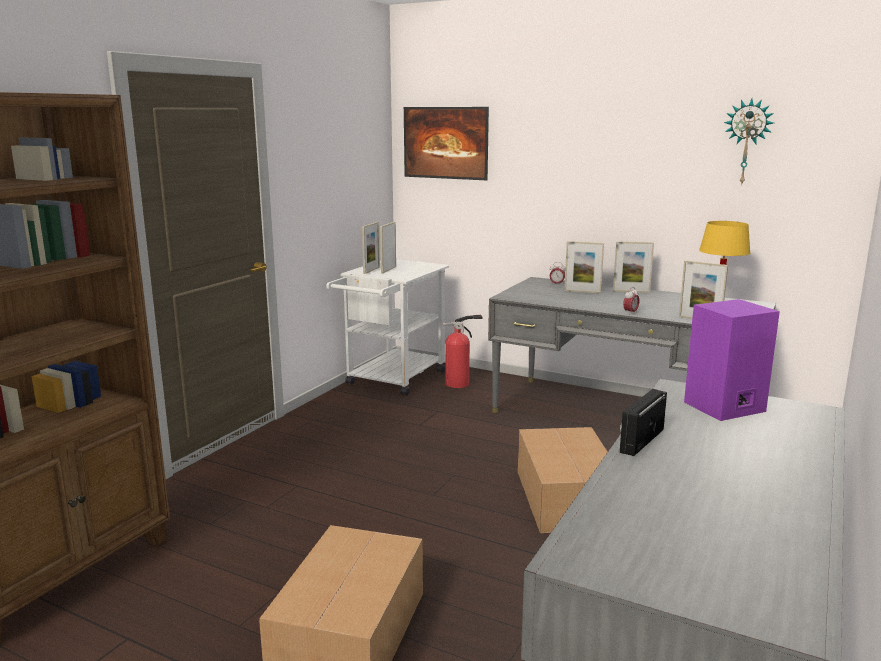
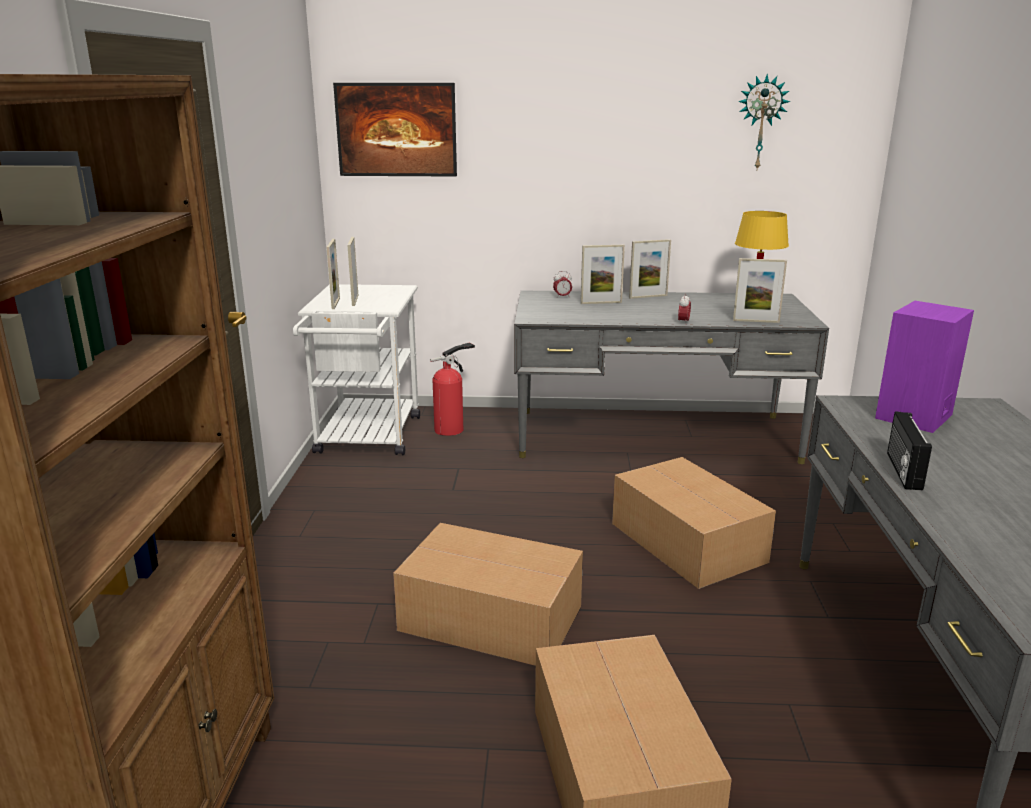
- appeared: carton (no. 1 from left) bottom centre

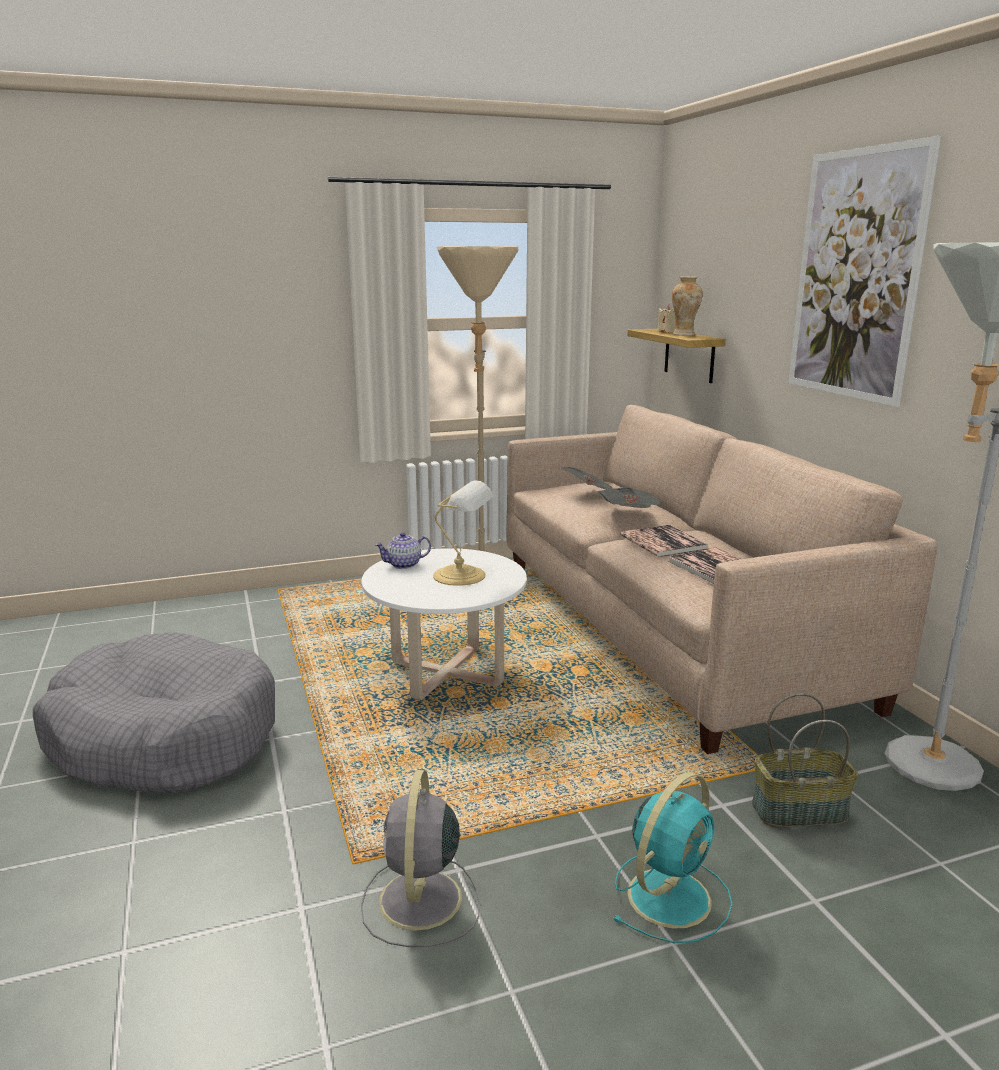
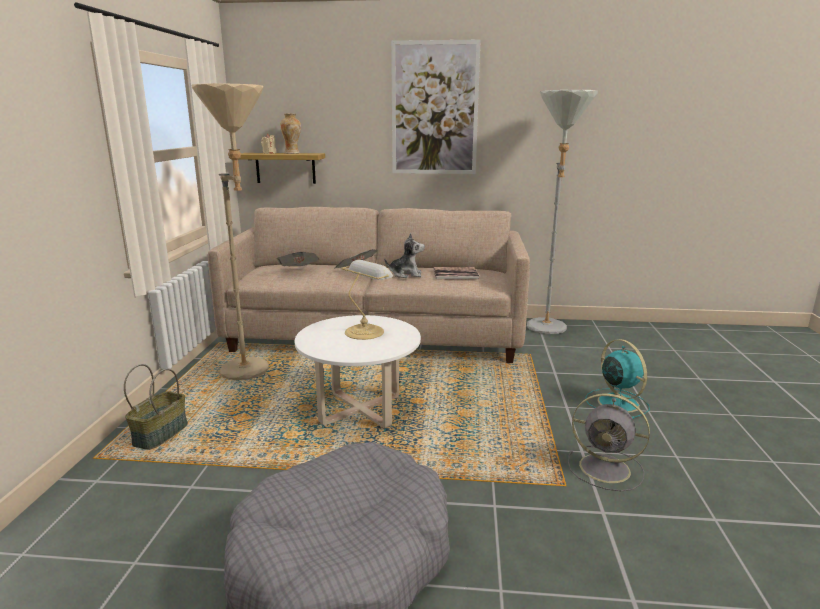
- exchanged: book (no. 1 from left) centre to plush toy centre
- missing: pot for tea centre
- relocated: basket bottom right to bottom left

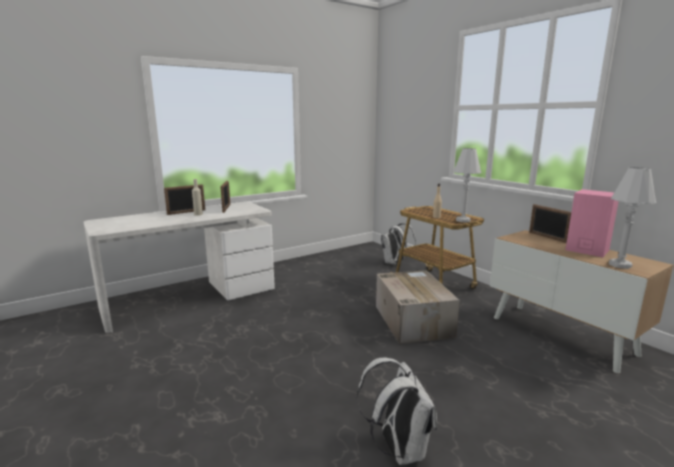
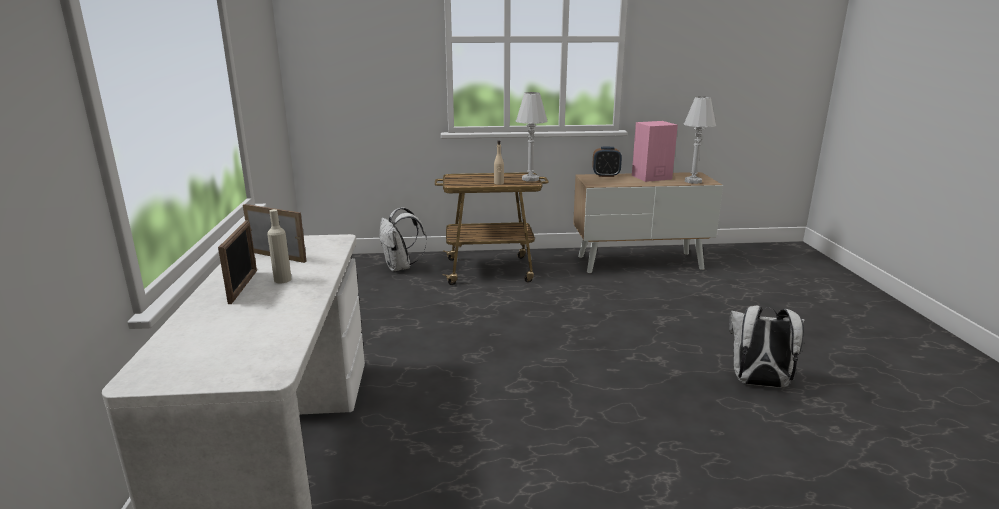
- exchanged: photo frame (no. 3 from left) middle right to bedside clock top centre
- missing: carton centre

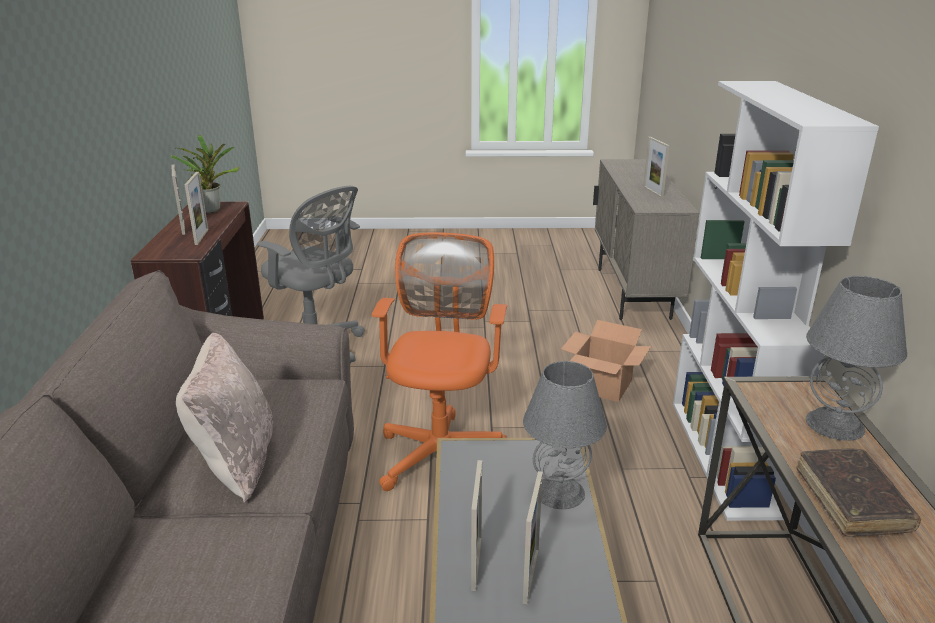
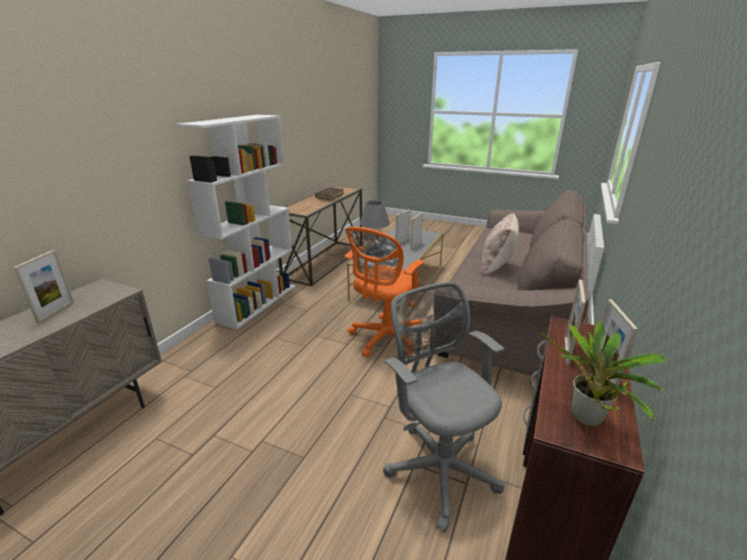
- missing: grey lamp for a table (no. 2 from left) middle right
- missing: carton centre

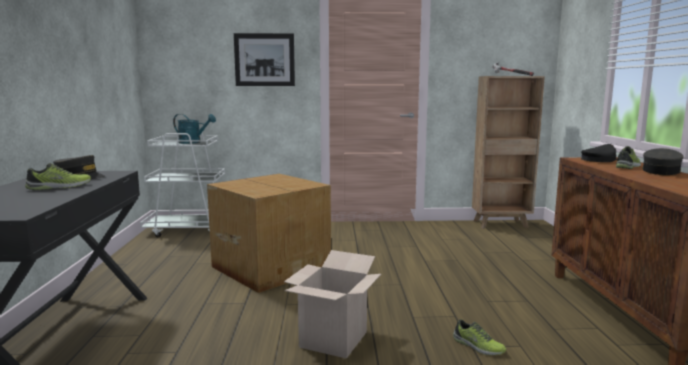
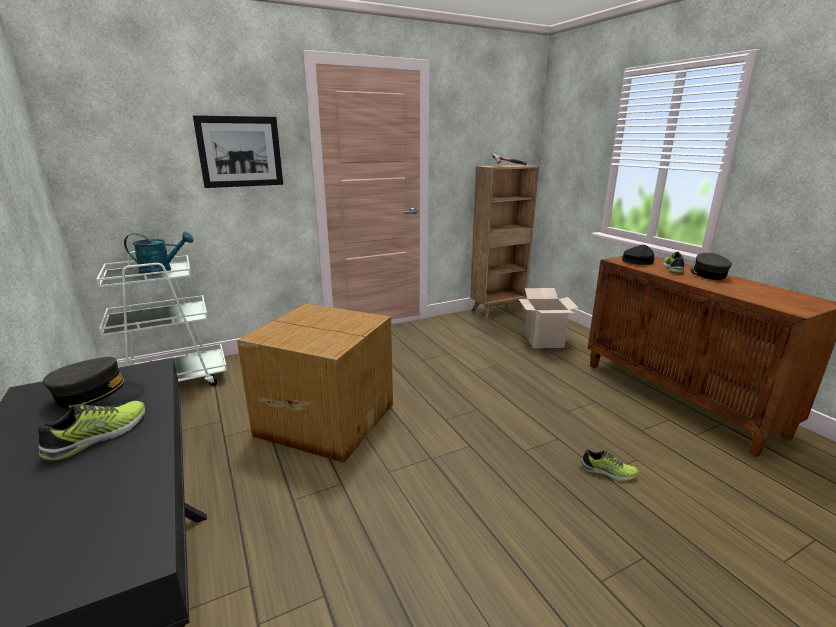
- relocated: carton (no. 2 from left) bottom centre to centre

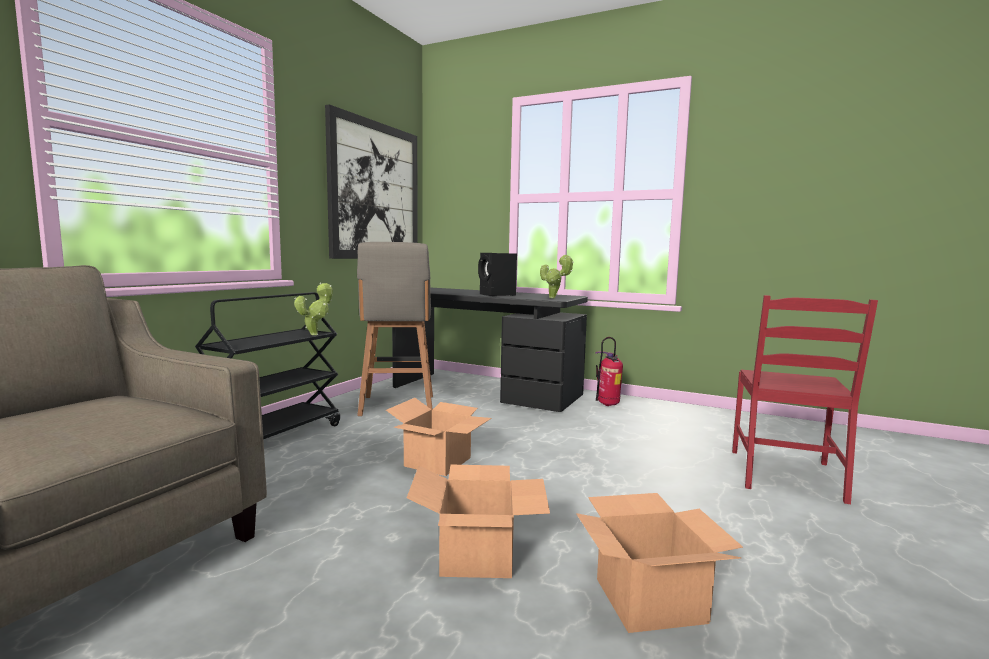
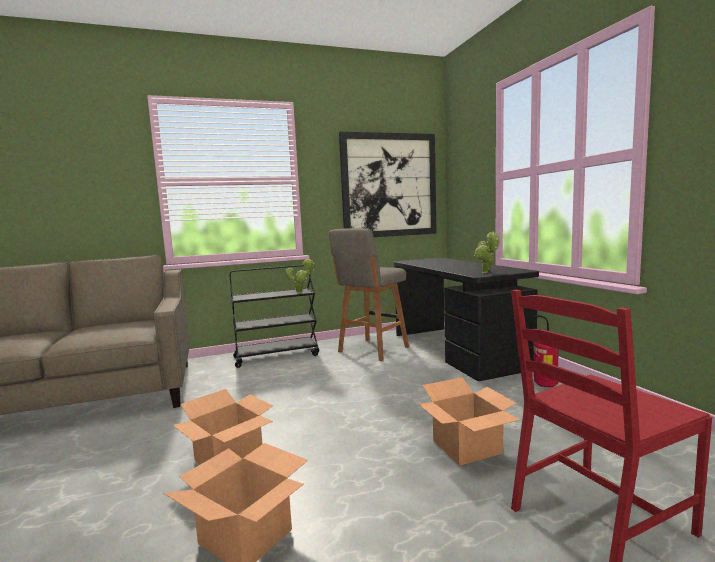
- missing: blackish audio speaker centre
- relocated: carton (no. 1 from left in the first image) centre to carton (no. 3 from left) bottom centre

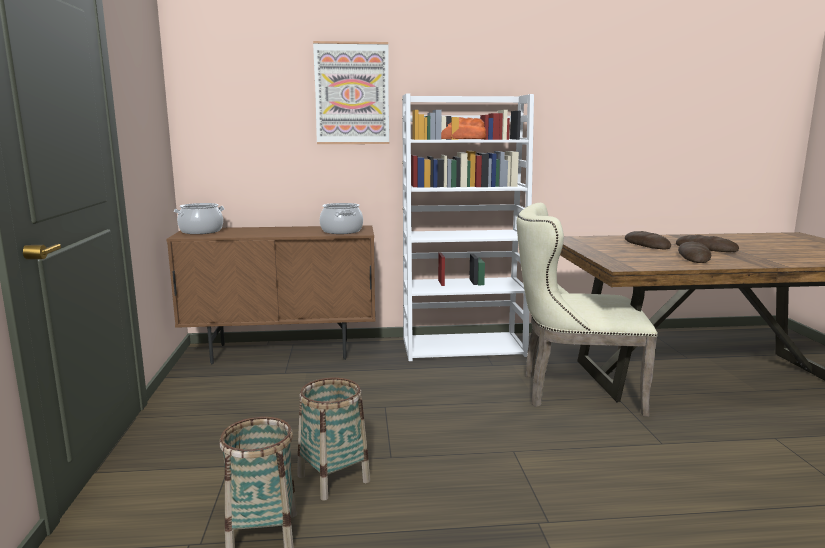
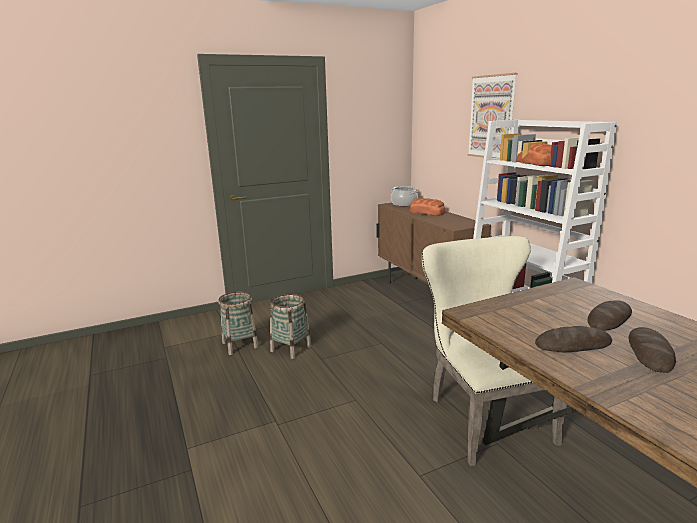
- missing: saucepot (no. 2 from left) centre
- appeared: baked bread (no. 1 from left) centre

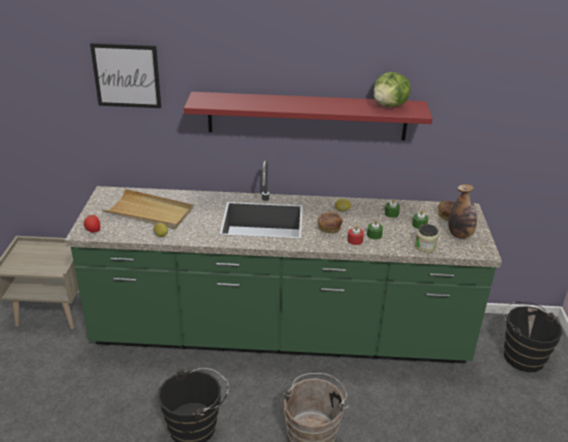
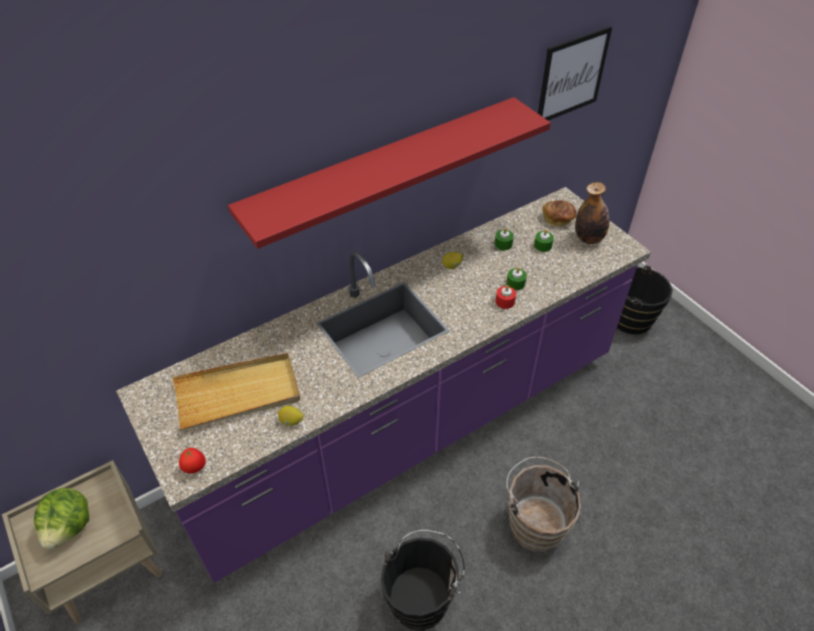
- relocated: picture top left to top right
- relocated: lettuce head top right to bottom left
- colour: green-coloured counter centre to purple counter centre
- missing: baked bread (no. 1 from left) centre
- missing: preserve jar middle right

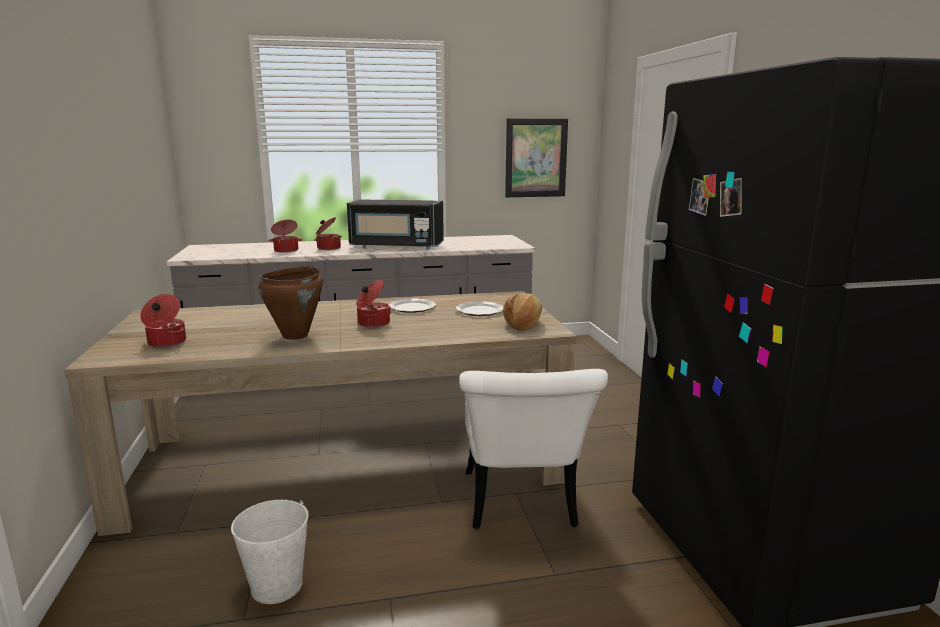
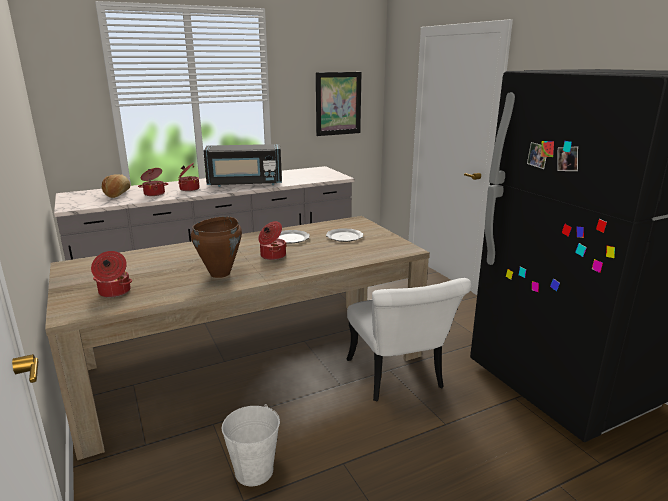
- relocated: baked bread centre to middle left

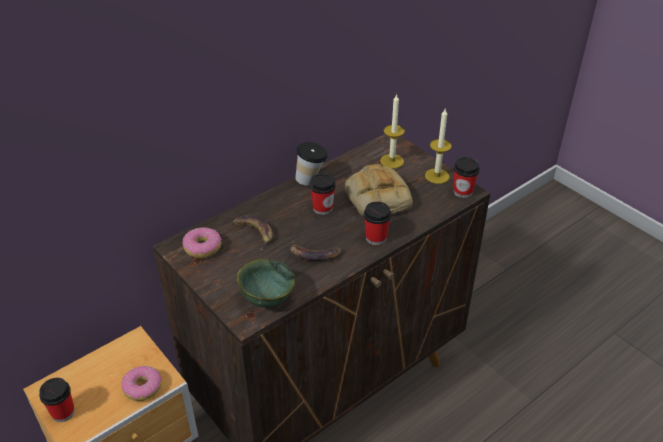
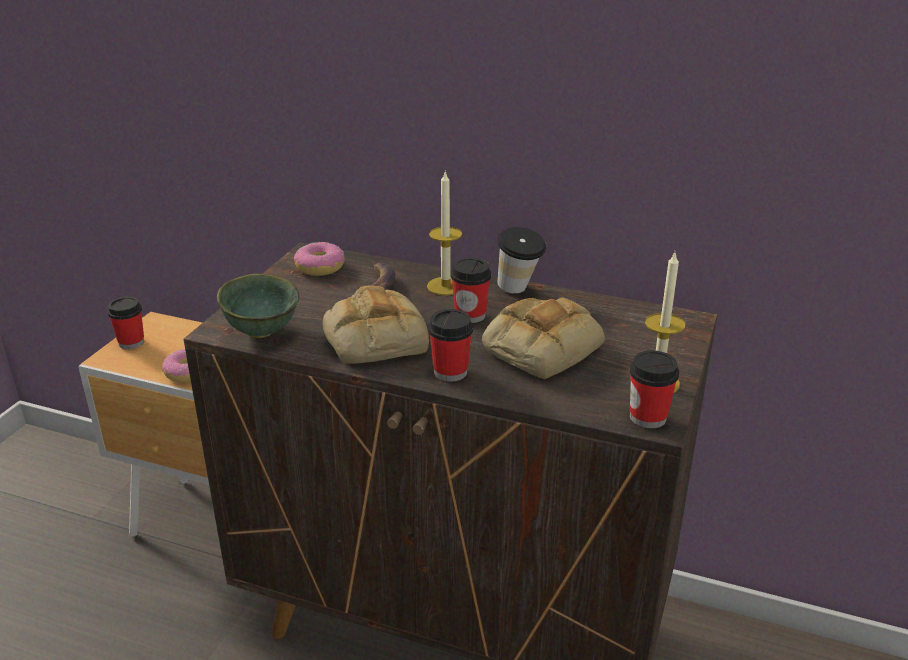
- relocated: candle (no. 1 from left) top centre to centre
- exchanged: banana fruit (no. 2 from left) centre to baked bread (no. 1 from left) centre

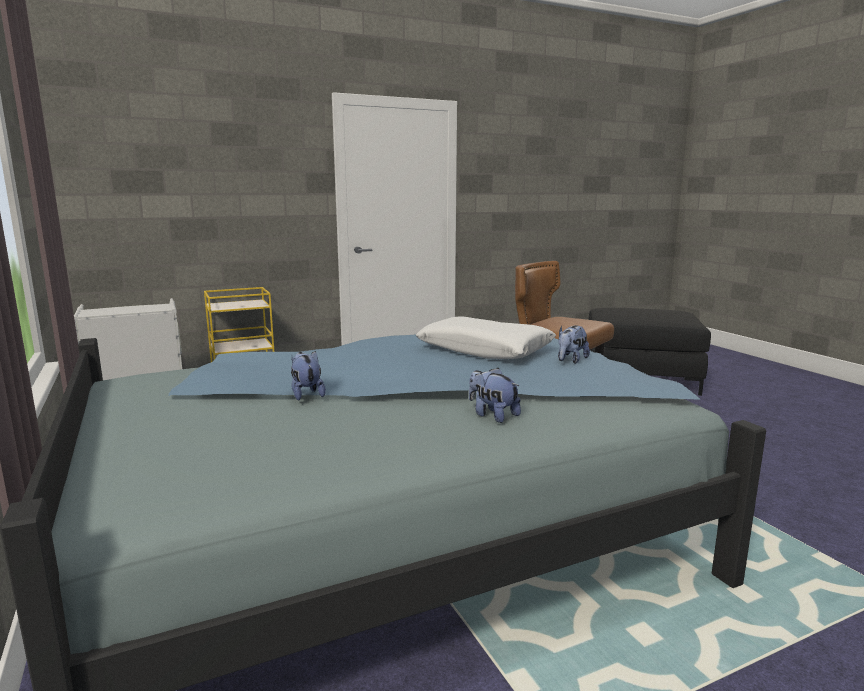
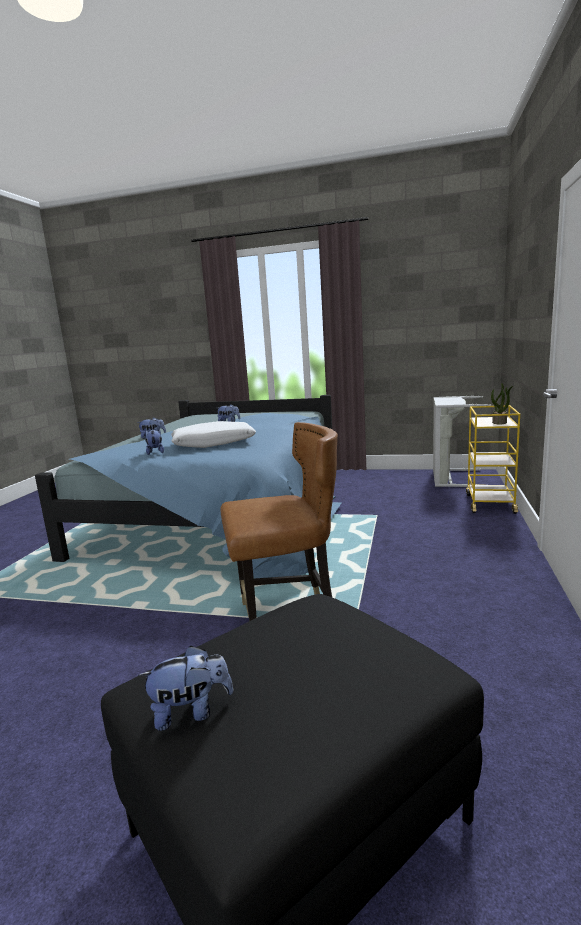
- appeared: potted plant middle right
- appeared: plush toy (no. 3 from left) bottom left

